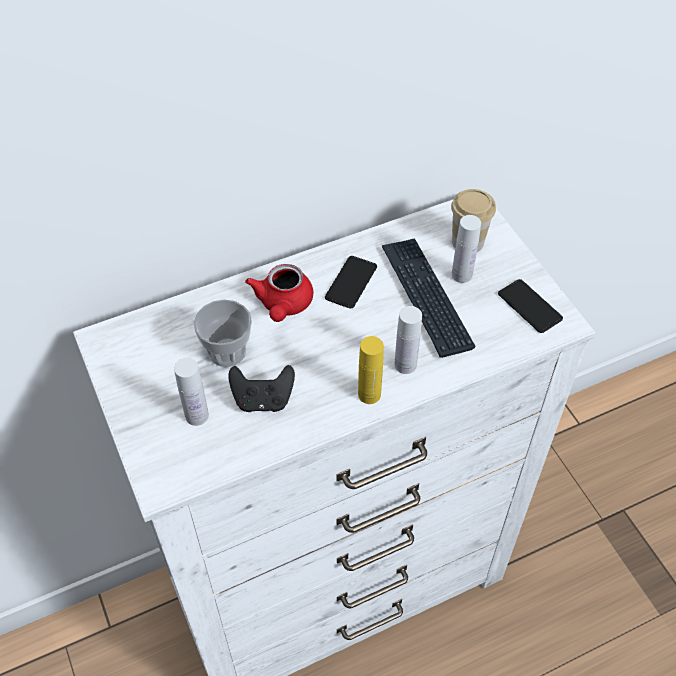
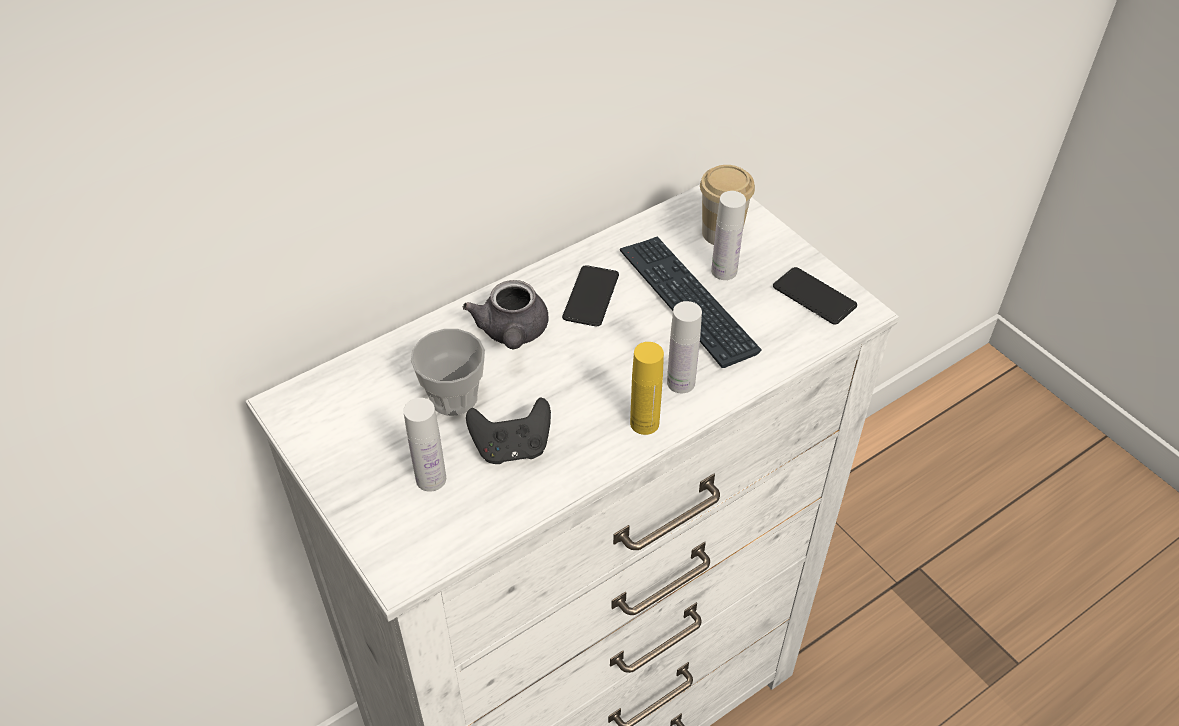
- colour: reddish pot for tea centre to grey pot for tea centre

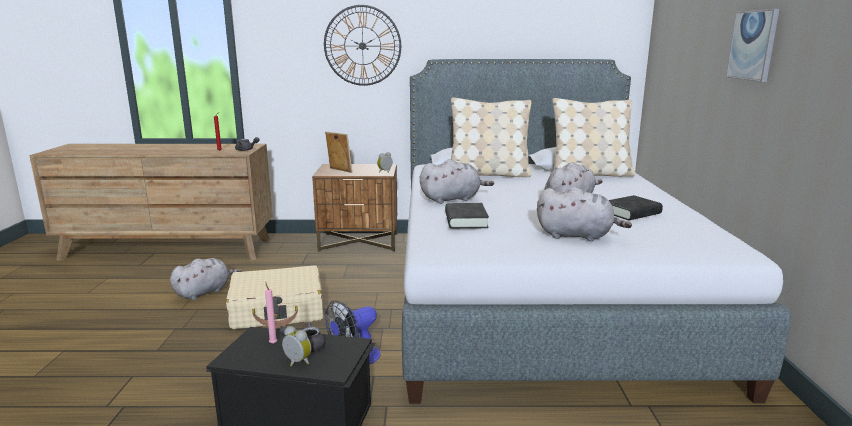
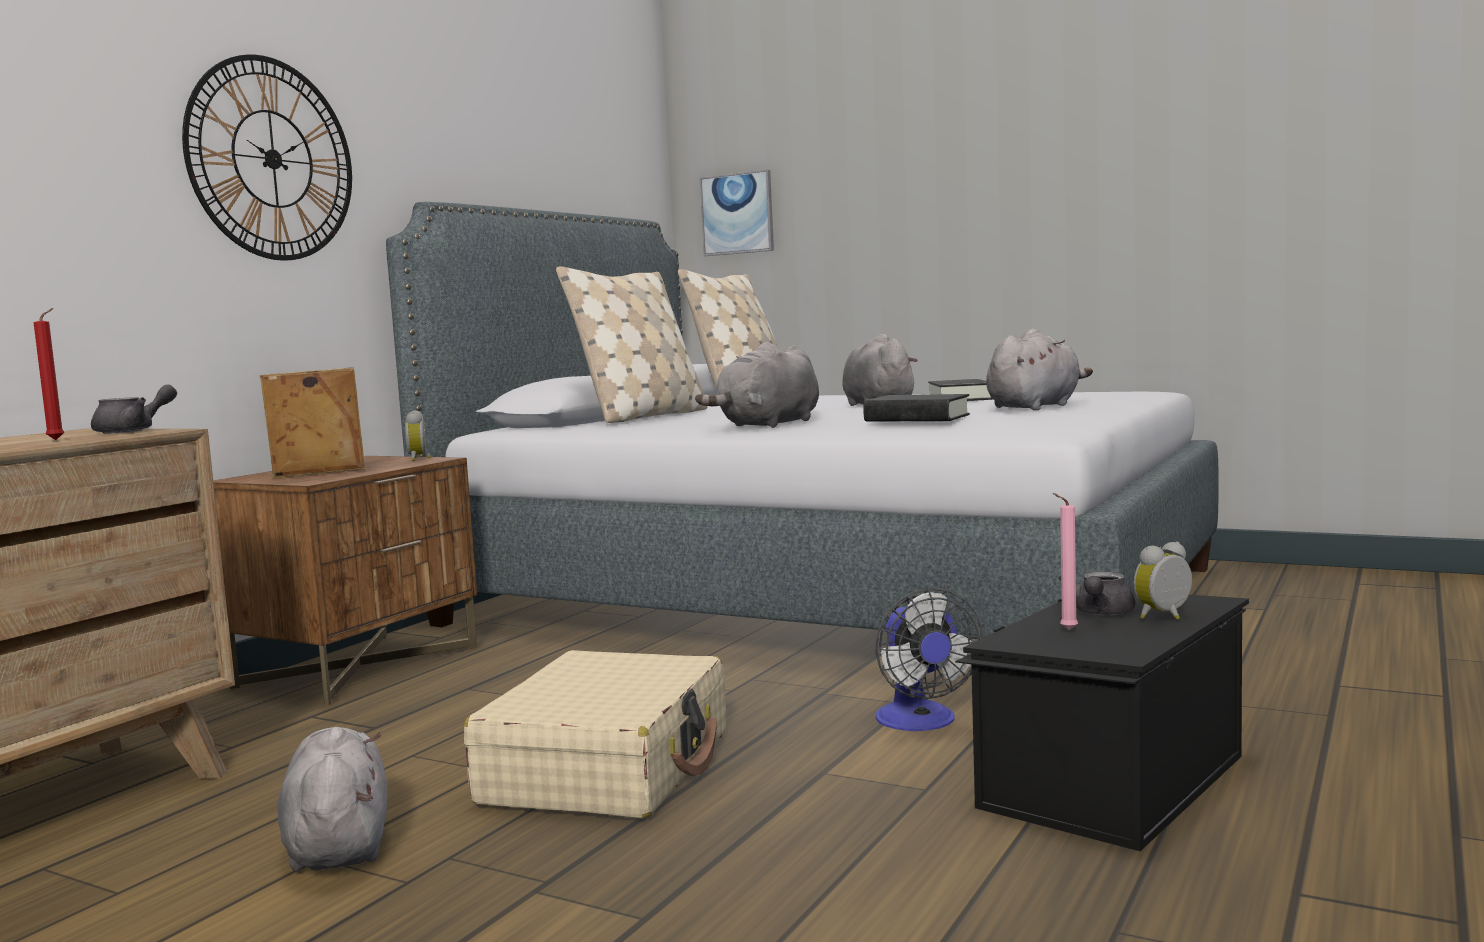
- relocated: picture top right to top centre
- spun: grey plush toy (no. 2 from left) centre = centre 150 degrees counterclockwise

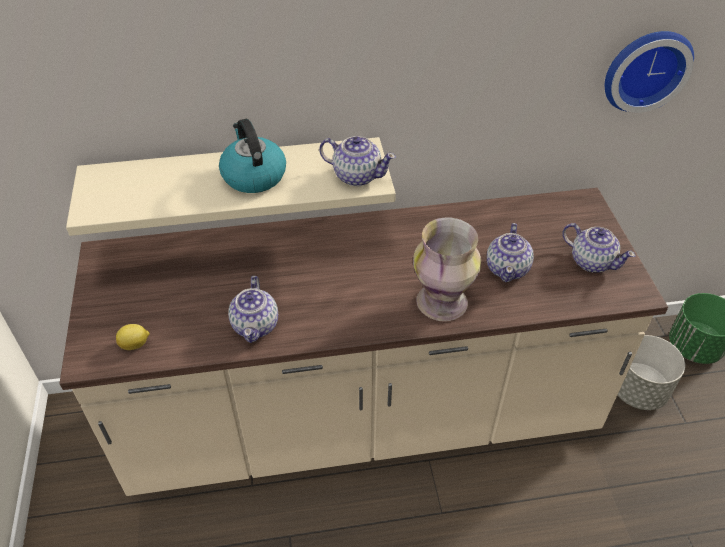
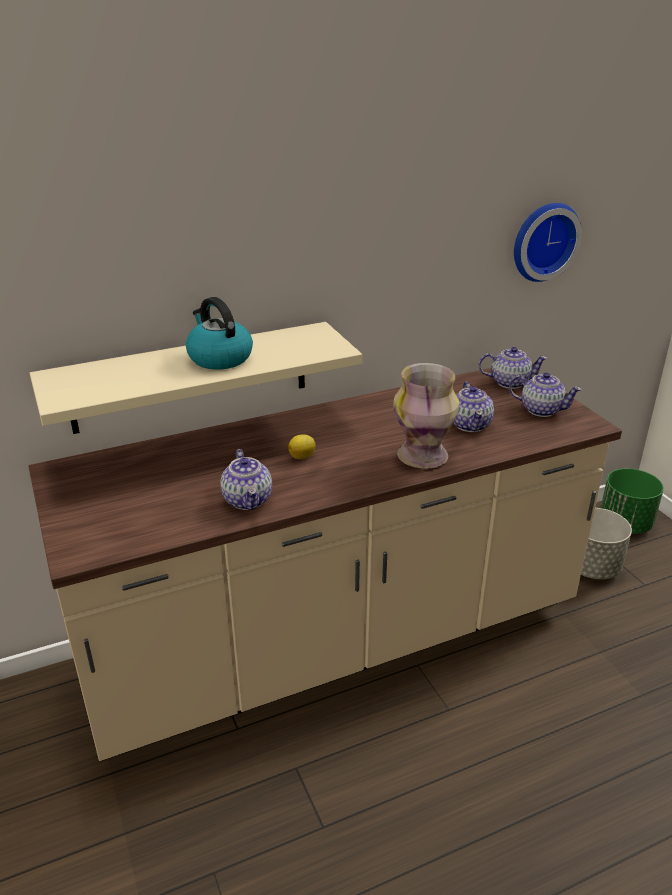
- relocated: pot for tea (no. 2 from left in the first image) top centre to pot for tea (no. 3 from left) middle right
- relocated: citrus fruit middle left to centre

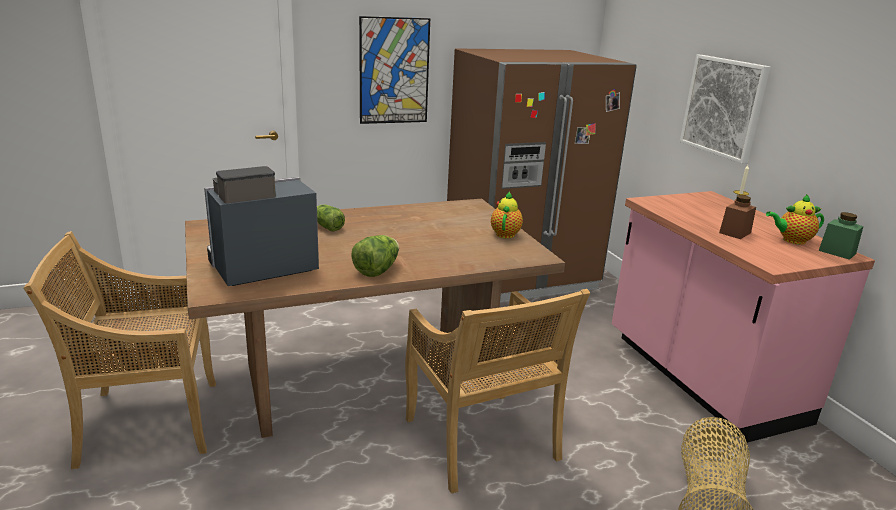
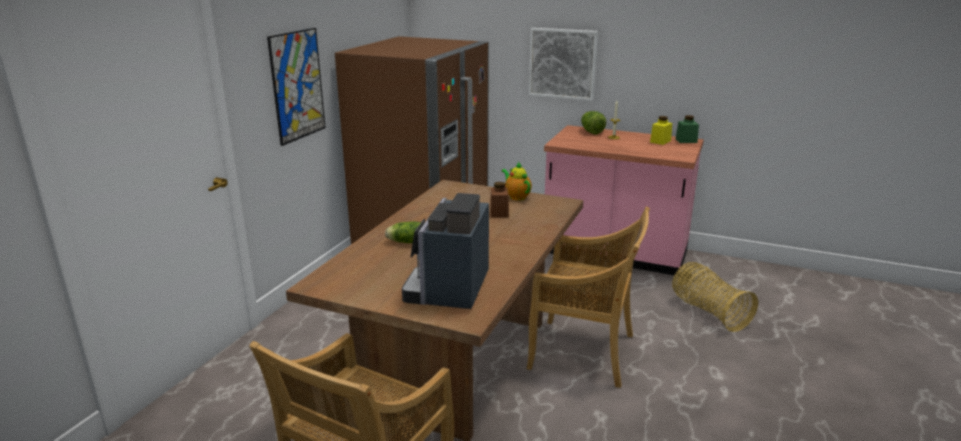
- exchanged: pot for tea (no. 2 from left) middle right to yellow-coloured preserve jar top right
- relocated: brown preserve jar middle right to centre
- relocated: lettuce head (no. 2 from left) centre to top centre

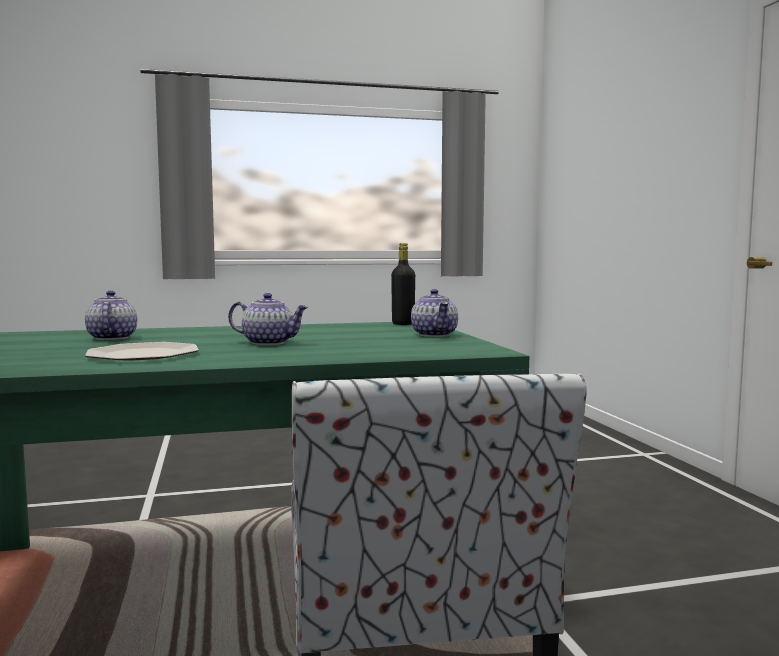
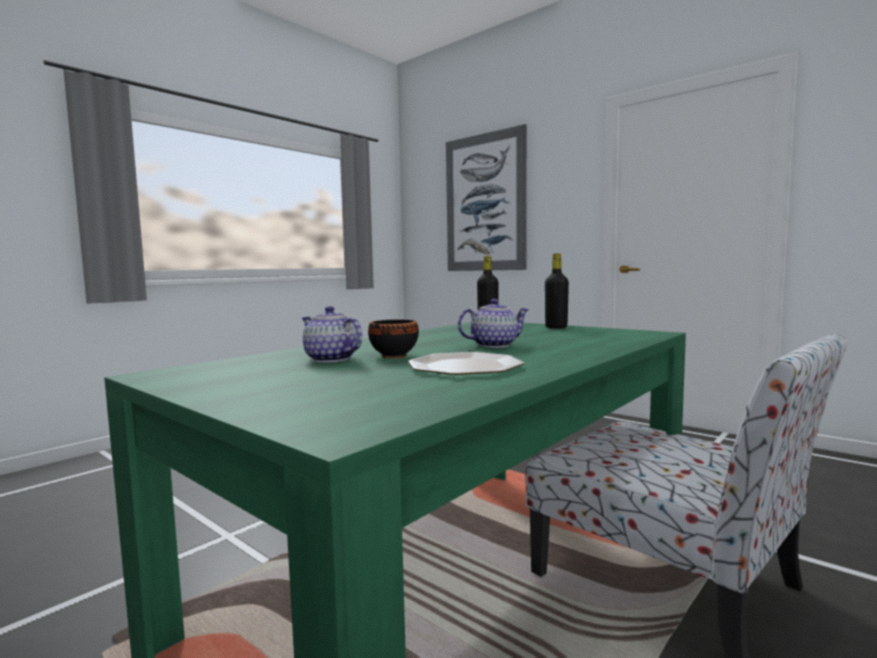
- exchanged: pot for tea (no. 3 from left) centre to blackish bottle (no. 2 from left) centre
- appeared: picture top centre
- appeared: blackish bowl centre

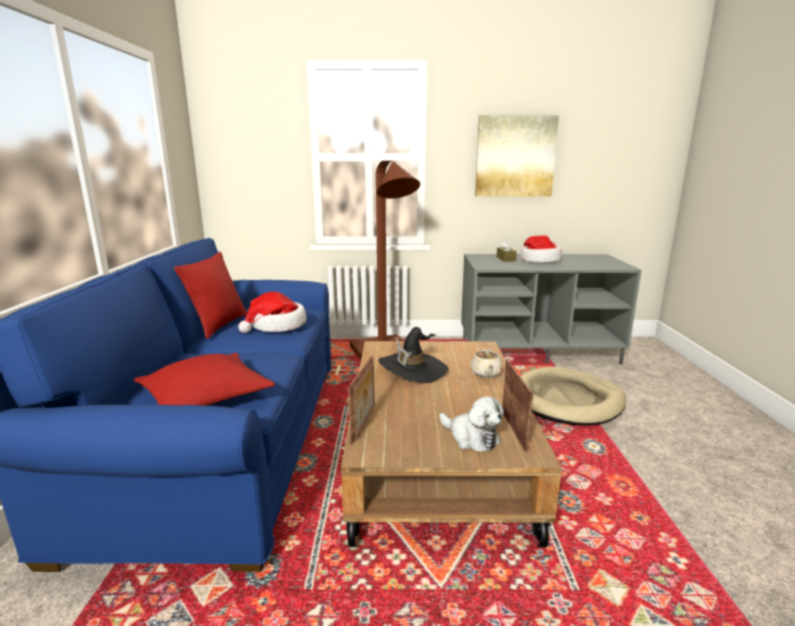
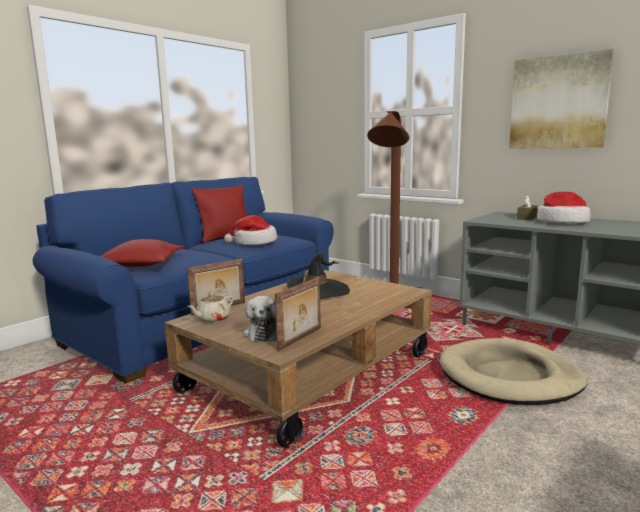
- relocated: sand-coloured pot for tea centre to middle left

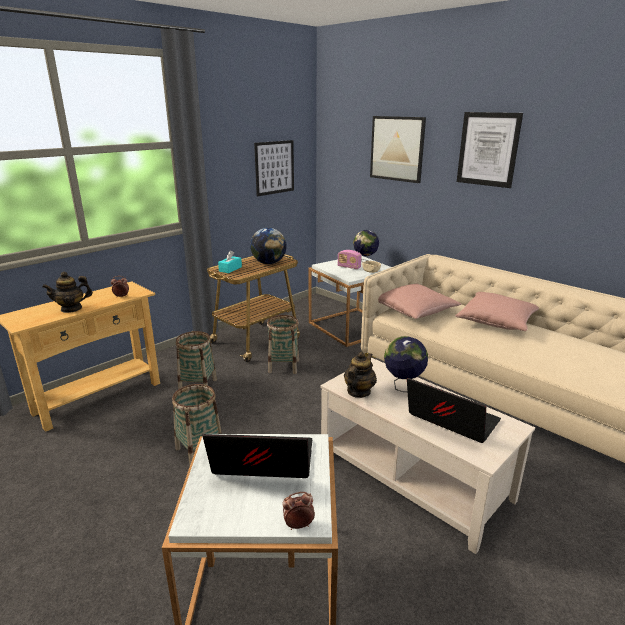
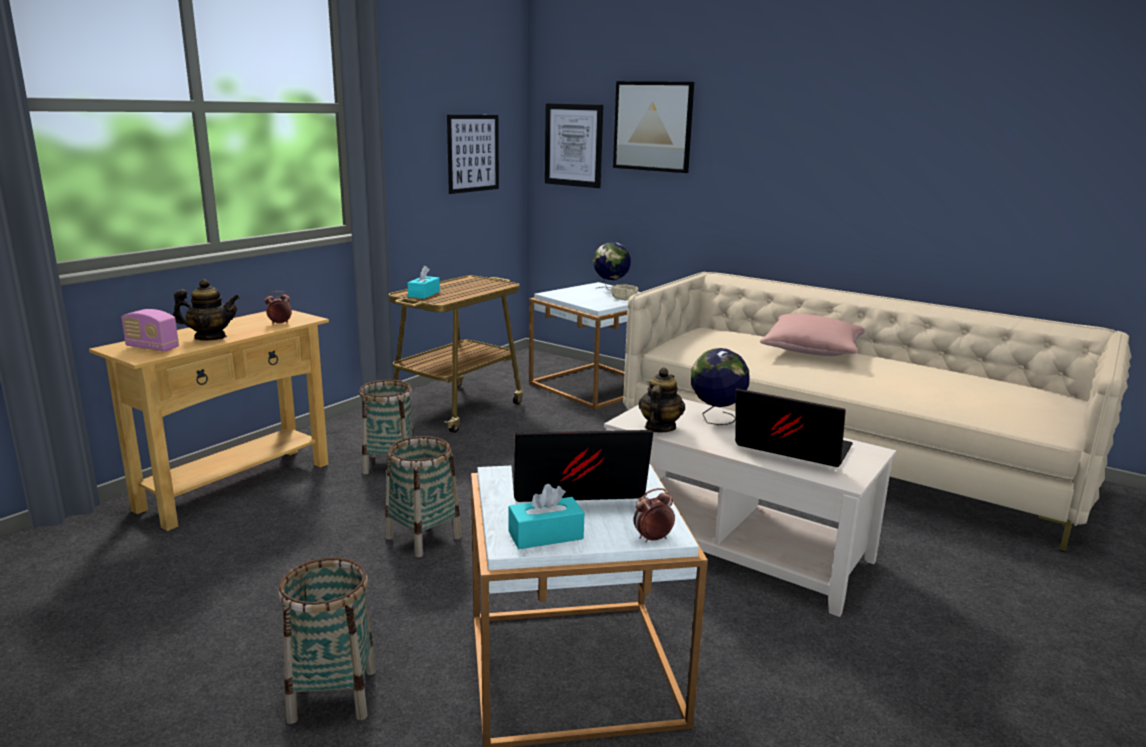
- relocated: picture (no. 3 from left in the first image) top right to picture (no. 2 from left) top centre
- missing: desk globe (no. 1 from left) centre
- relocated: radio centre to middle left
- spun: pot for tea (no. 1 from left) middle left = middle left 150 degrees counterclockwise
- missing: pinkish throw pillow (no. 1 from left) middle right
- relocated: basket (no. 3 from left in the first image) centre to basket (no. 1 from left) bottom left
- appeared: turquoise tissue holder (no. 2 from left) bottom centre

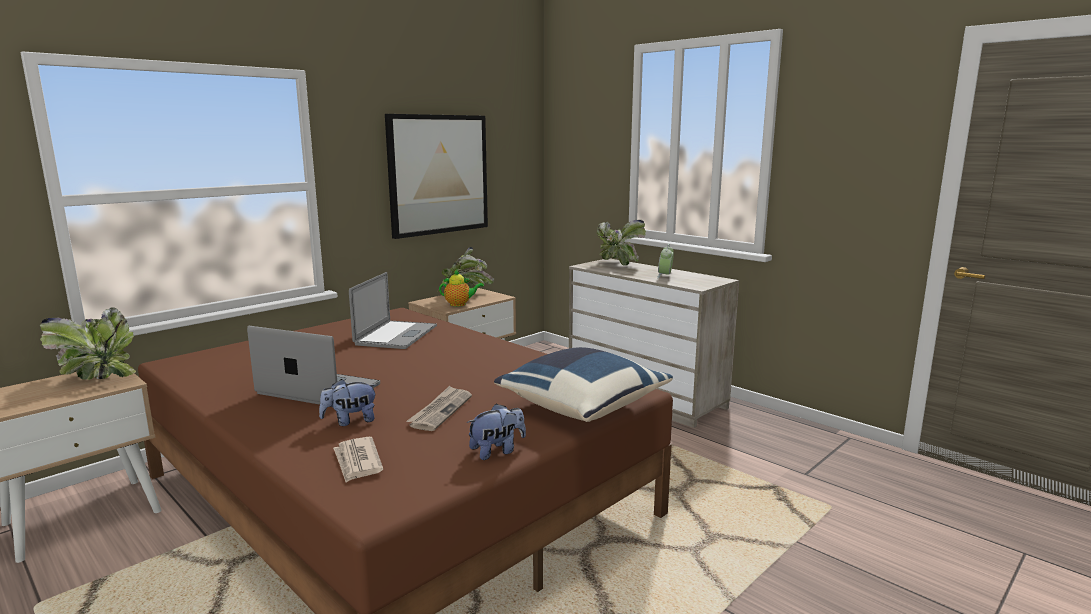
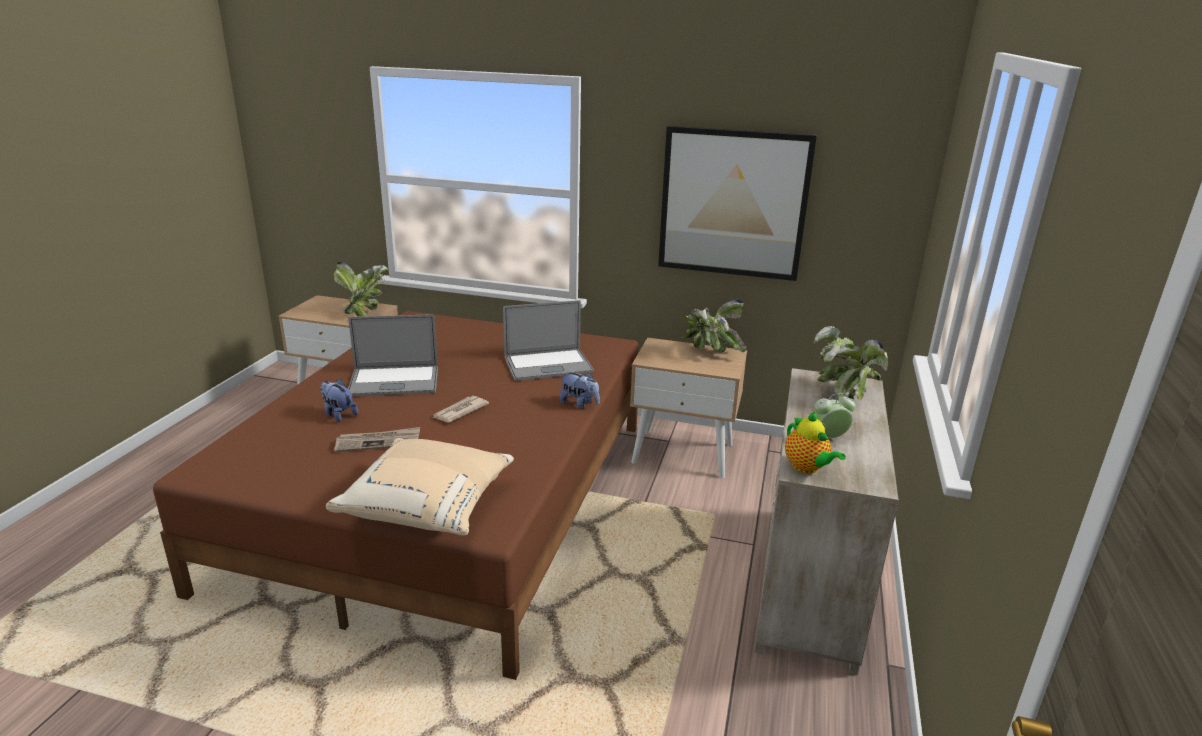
- relocated: pot for tea centre to middle right
- spun: notebook computer (no. 1 from left) middle left = middle left 90 degrees clockwise
- colour: blue-coloured throw pillow centre to sand-coloured throw pillow centre
- relocated: plush toy (no. 2 from left) bottom centre to centre
- relocated: newspaper (no. 1 from left in the first image) bottom left to newspaper (no. 2 from left) centre

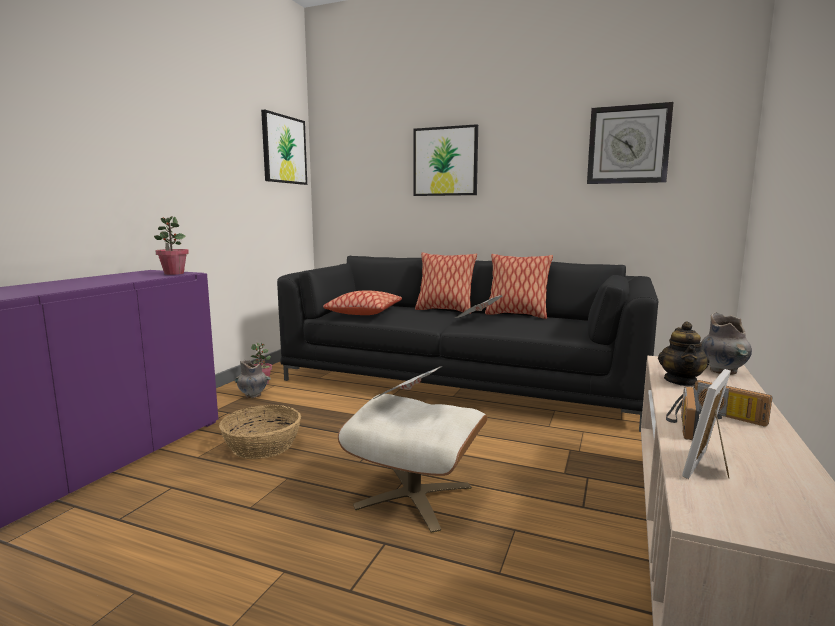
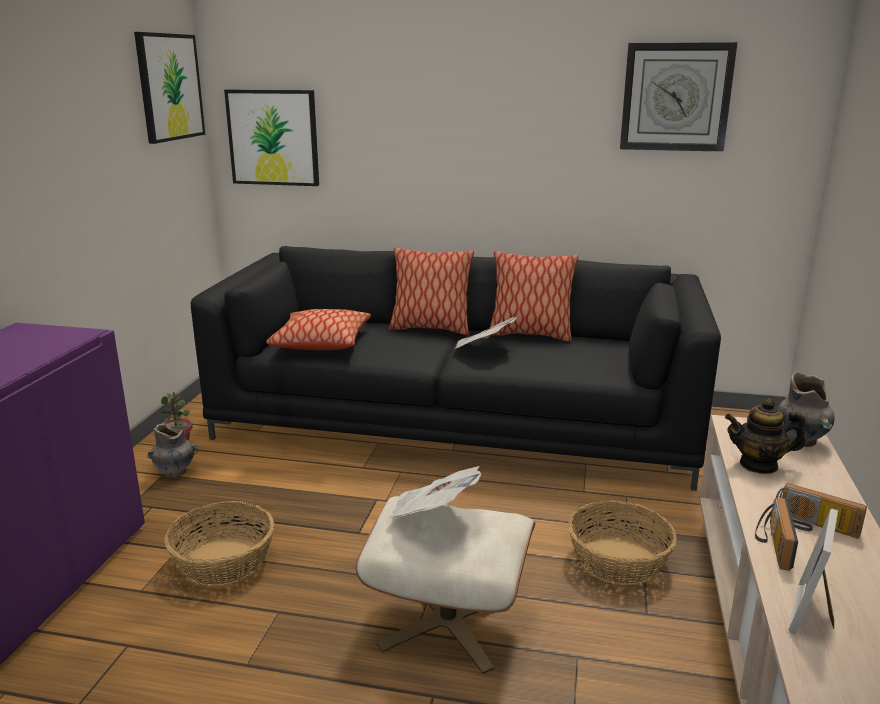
- relocated: picture (no. 2 from left) top centre to top left
- missing: potted plant (no. 1 from left) middle left
- spun: pot for tea middle right = middle right 90 degrees clockwise
- appeared: basket (no. 2 from left) bottom right

